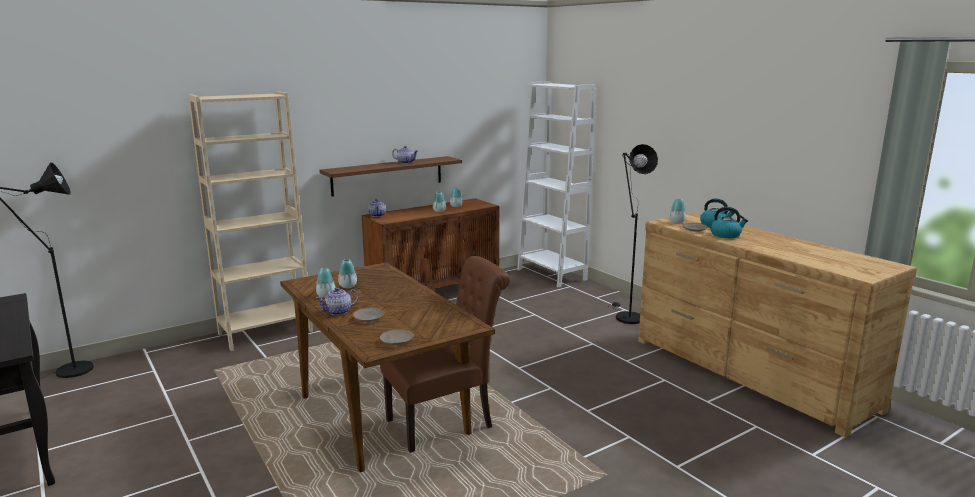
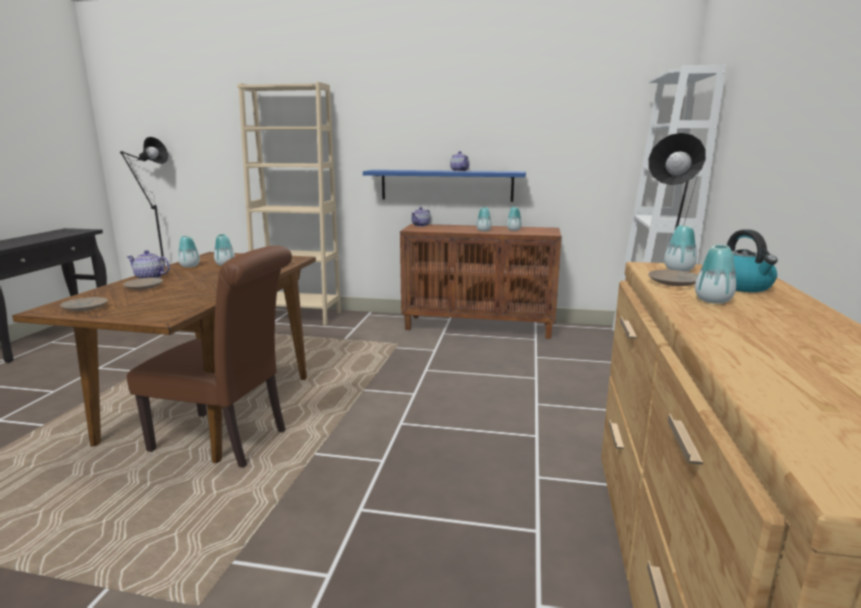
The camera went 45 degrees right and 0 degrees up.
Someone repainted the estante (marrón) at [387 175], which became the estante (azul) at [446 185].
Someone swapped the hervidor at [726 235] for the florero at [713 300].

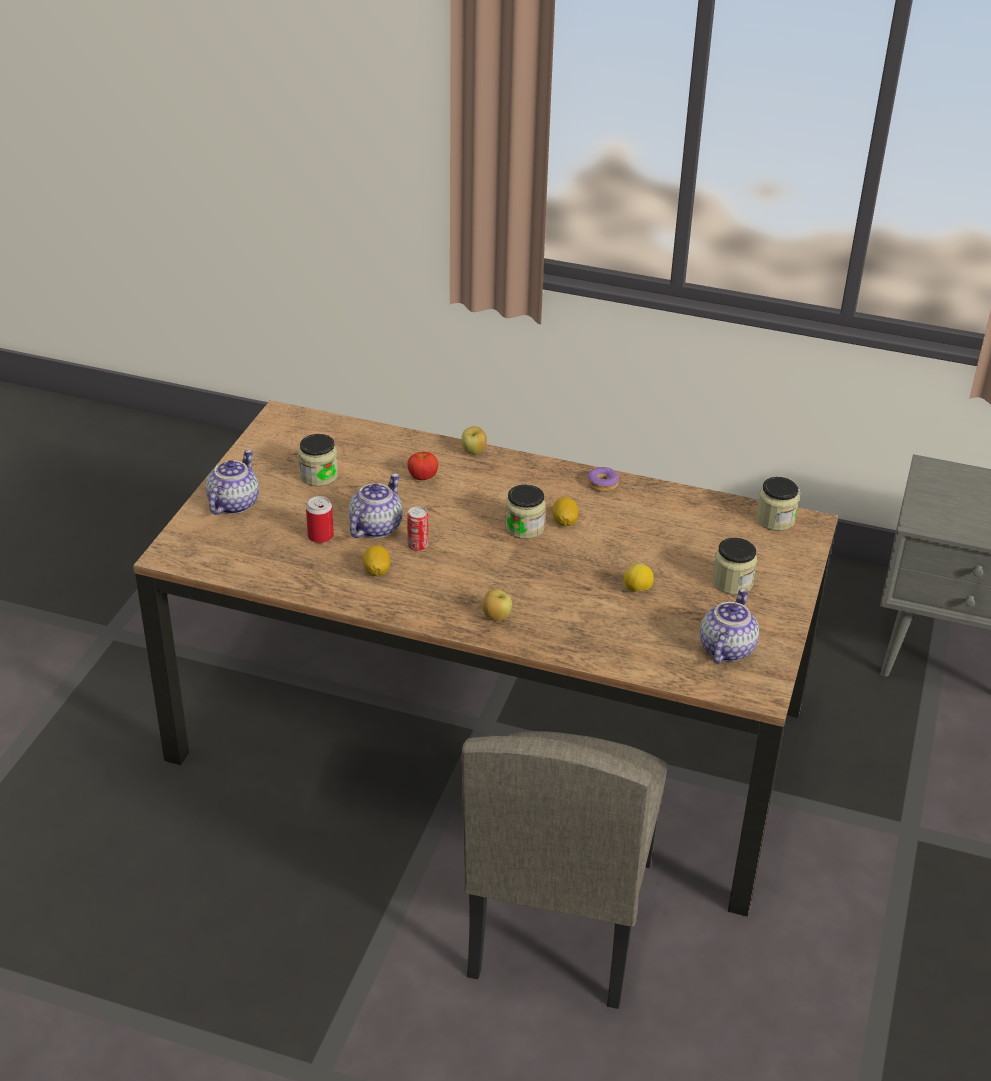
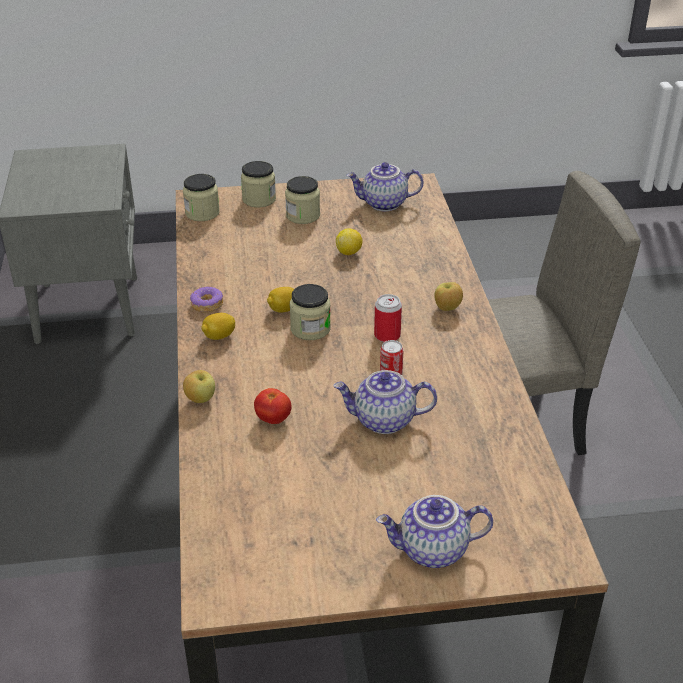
The camera went 115 degrees left and 0 degrees up.
Someone carried the tarro from [319 476] to [259 199].
Someone carried the lata from [320 536] to [387 335].
Someone carried the limón from [376 571] to [219 336].

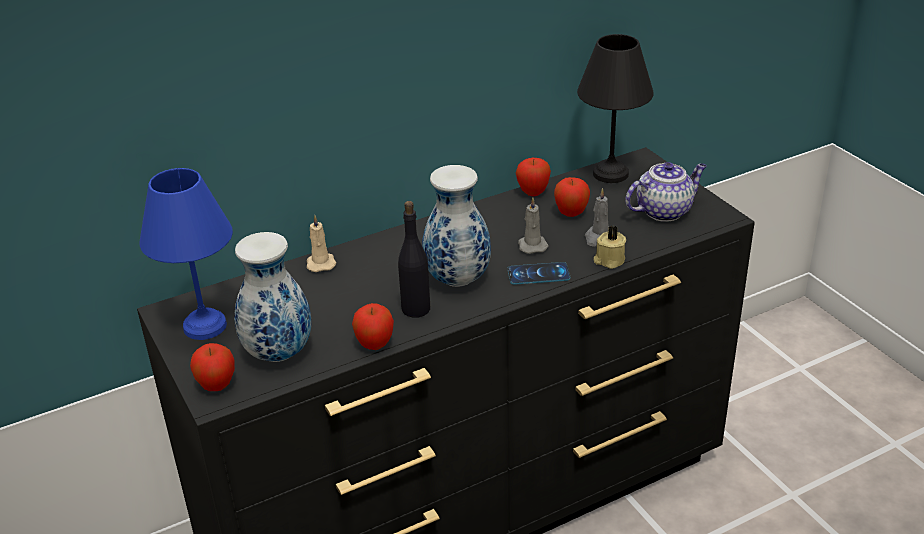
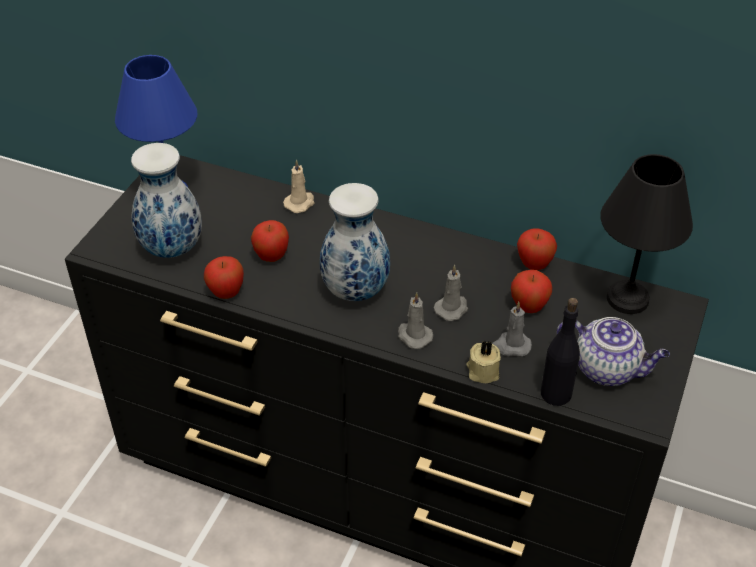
The camera went 50 degrees right and 10 degrees up.
Someone carried the manzana from [217 386] to [271 257].
Someone carried the botella (negro) from [415 309] to [556 393].
Someone swapped the móvil at [538 274] for the vela (gris) at [413 336].

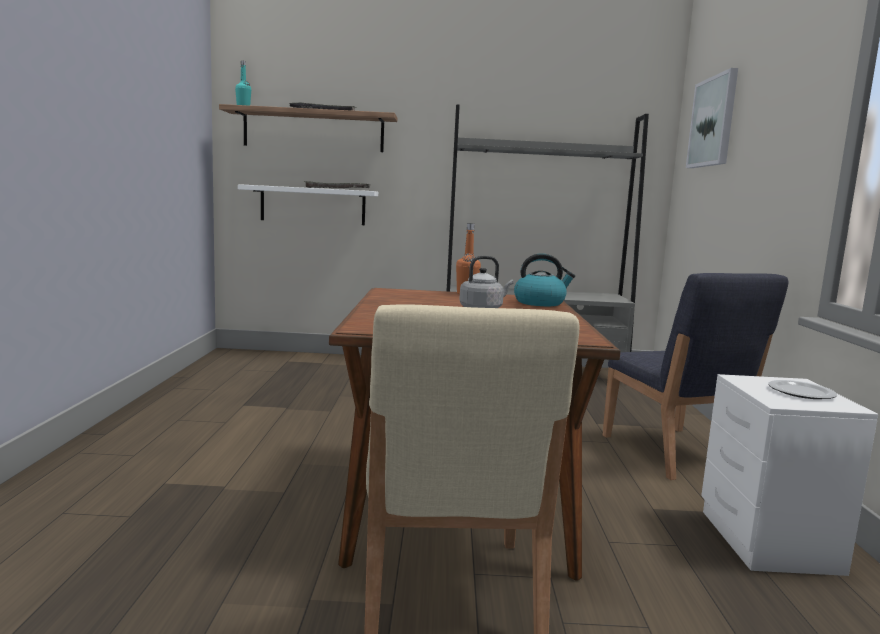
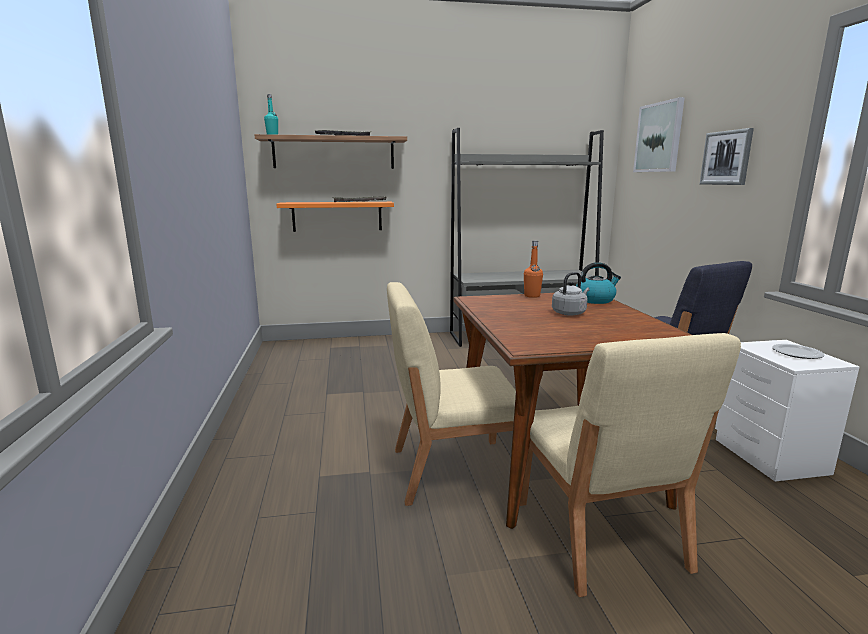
The camera went 10 degrees left and 5 degrees up.
Someone repainted the estante (blanco) at [313 205], which became the estante (naranja) at [337 216].
Someone put down the silla (beis) at [452 469].
Someone put up the cuadro at [726 158].

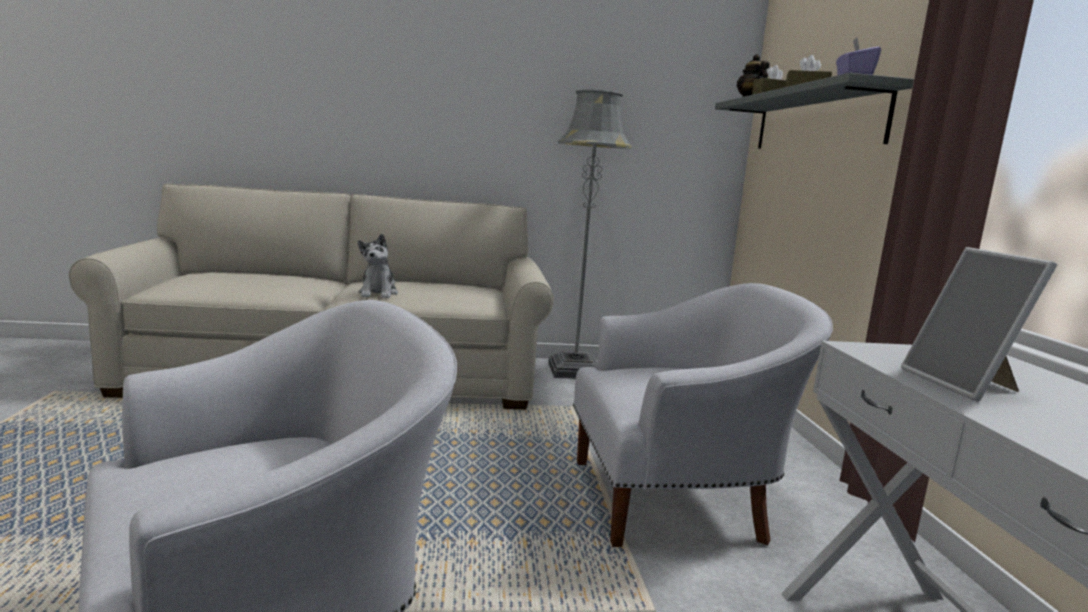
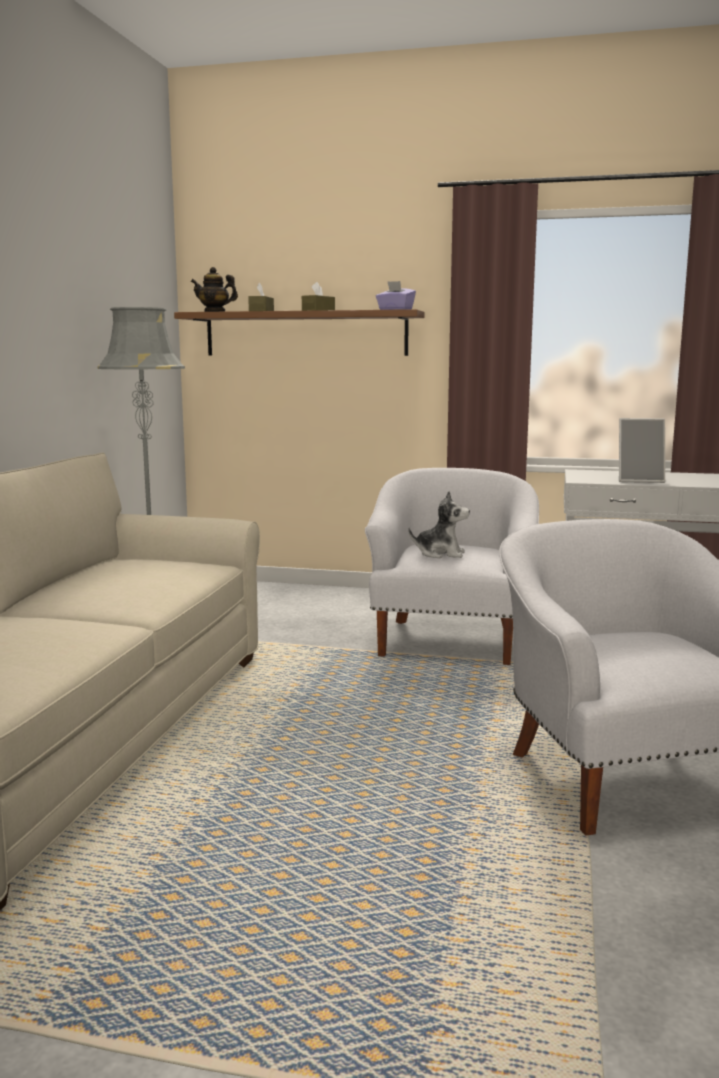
The camera went 70 degrees left and 0 degrees up.
Someone carried the peluche from [378 293] to [440 554].
Someone repainted the estante (gris) at [815 121], which became the estante (marrón) at [305 334].

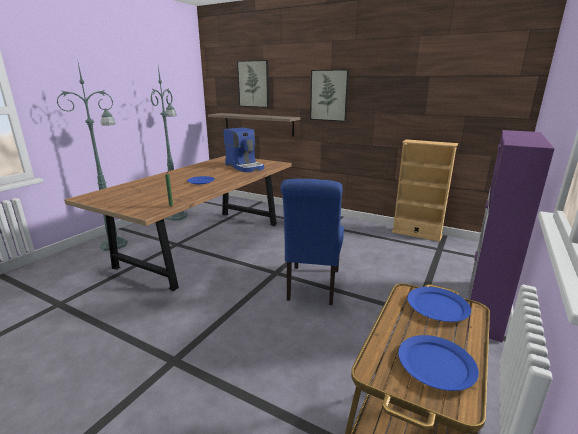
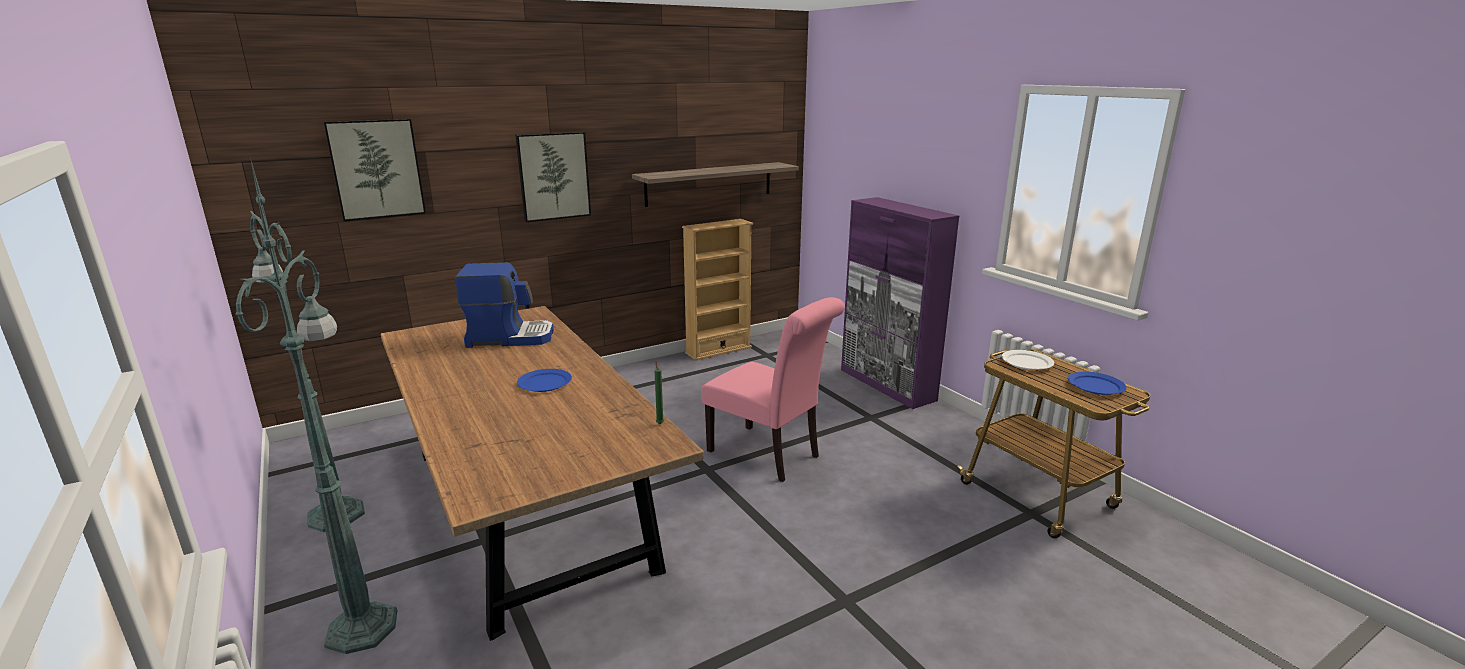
The camera went 60 degrees left and 0 degrees up.
Someone carried the estante from [258 124] to [709 184].
Someone repainted the silla (azul) at [312 287], which became the silla (rosa) at [769 455].
Someone repainted the plato (azul) at [438 306], which became the plato (blanco) at [1027 362].

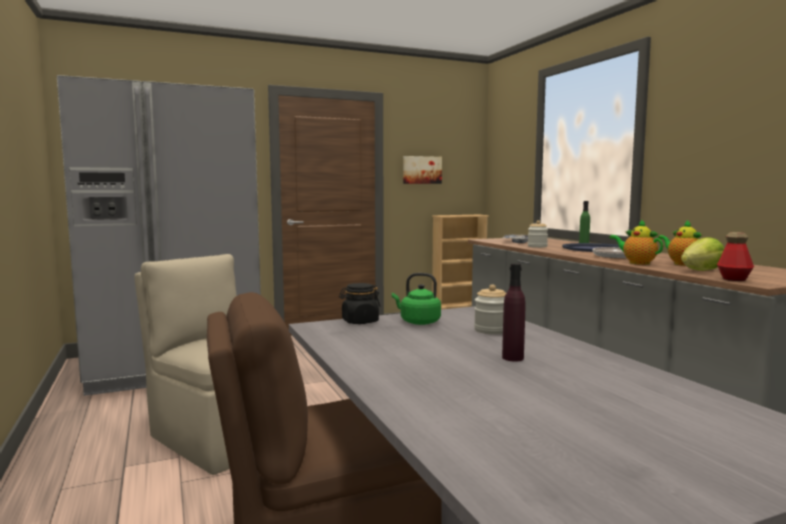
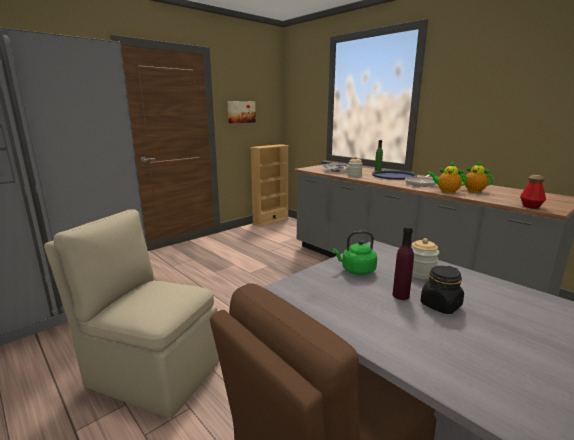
The camera went 20 degrees left and 10 degrees up.
Someone carried the tarro (negro) from [359 321] to [440 305].
Someone carried the botella (morado) from [512 358] to [400 295].
Someone took away the lechuga at [701 271].

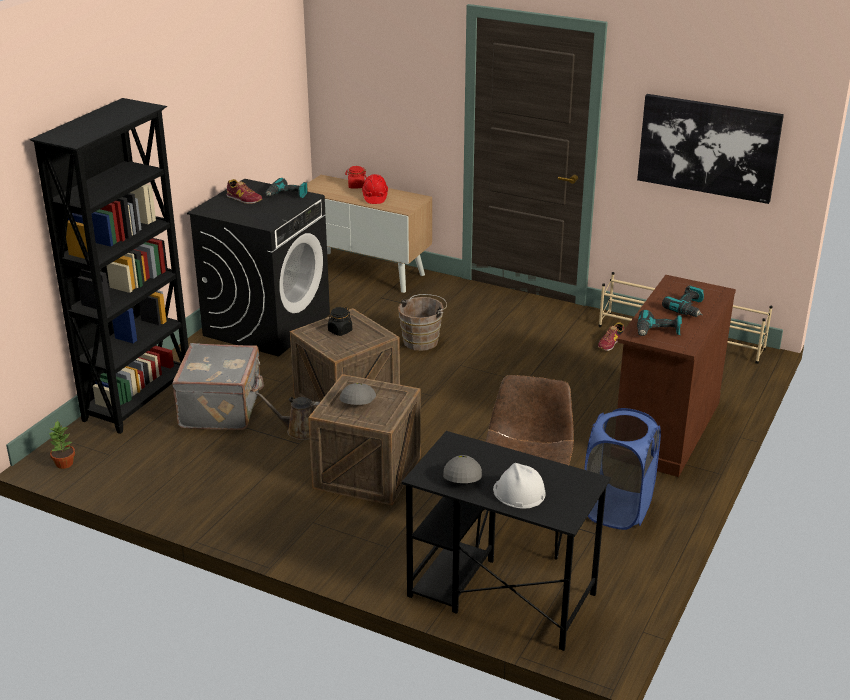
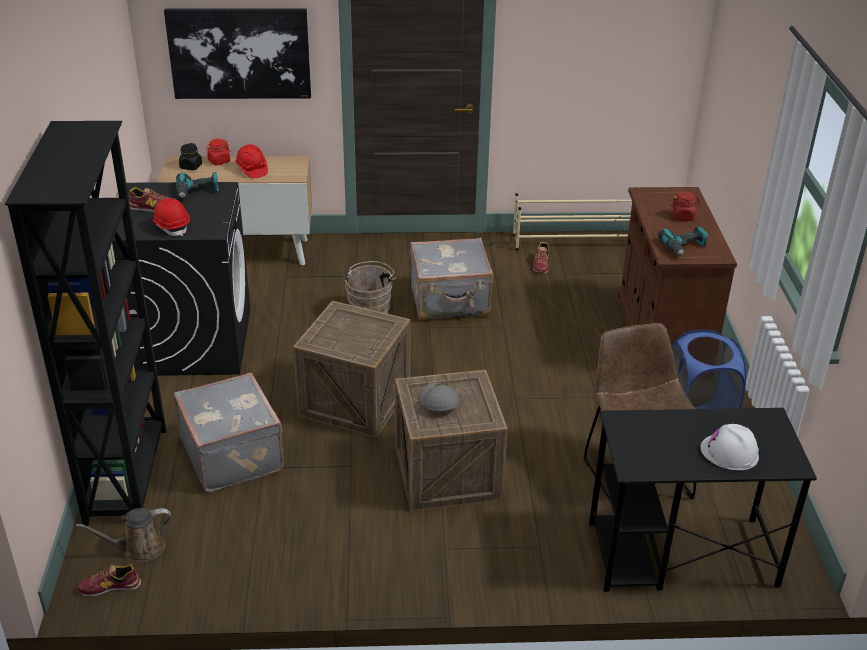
The camera went 30 degrees left and 5 degrees up.
Someone swapped the planta en maceta at [64 464] for the zapato at [110 586].
Someone carried the regadera (marrón) from [299 431] to [139 548].
Someone carried the tarro (negro) from [340 331] to [191 166].
Someone took away the gorra (gris) at [461 475].
Someone carried the cuadro from [708 147] to [239 53].
Someone swapped the taladro at [688 308] for the tarro (rojo) at [683 217].
Someone put down the casco (rojo) at [171 226].
Someone put down the maleta (gris) at [450 302].

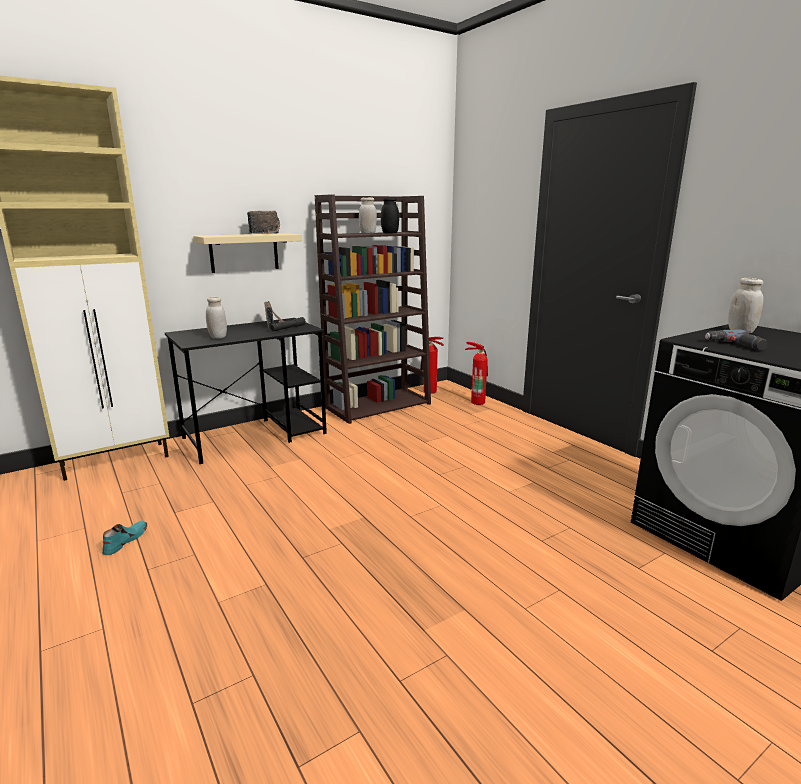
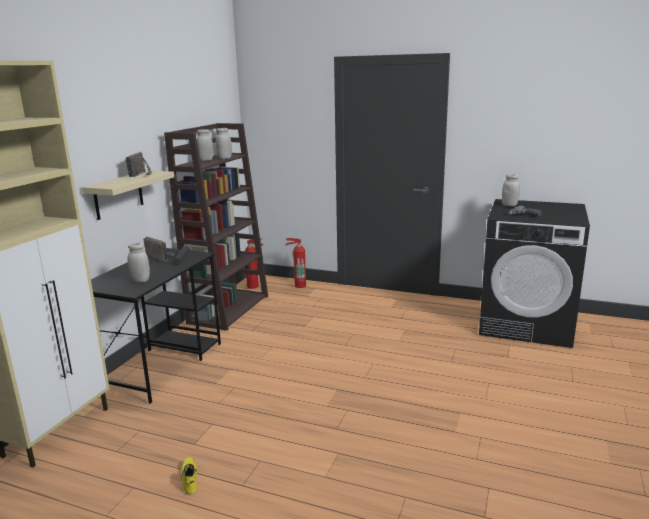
The camera went 35 degrees left and 0 degrees up.
Someone repainted the zapato (turquesa) at [125 541], which became the zapato (amarillo) at [189 478].
Someone repainted the tarro (negro) at [390 233], which became the tarro (blanco) at [224 158].

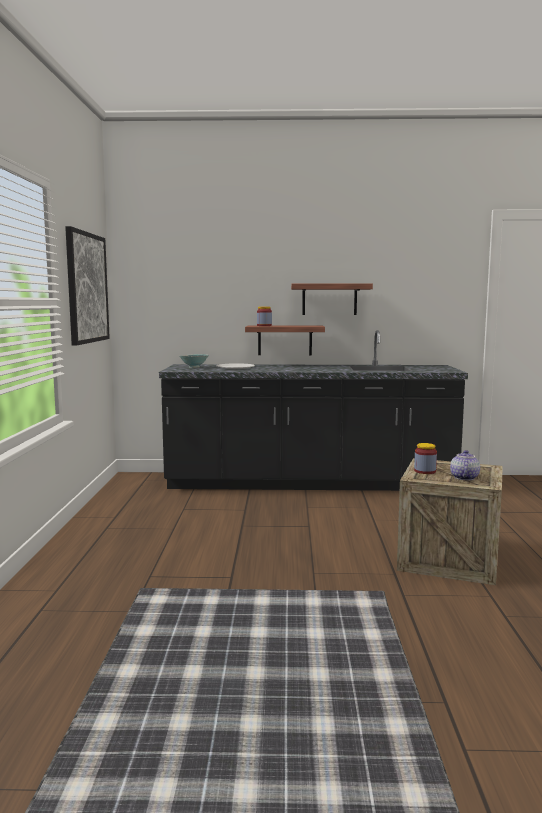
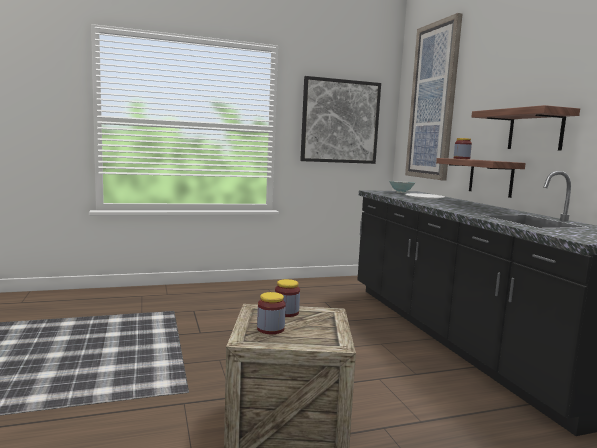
The camera went 70 degrees right and 0 degrees up.
Someone swapped the tetera at [463 477] for the tarro at [270 329].
Someone put up the cuadro at [433 102].

